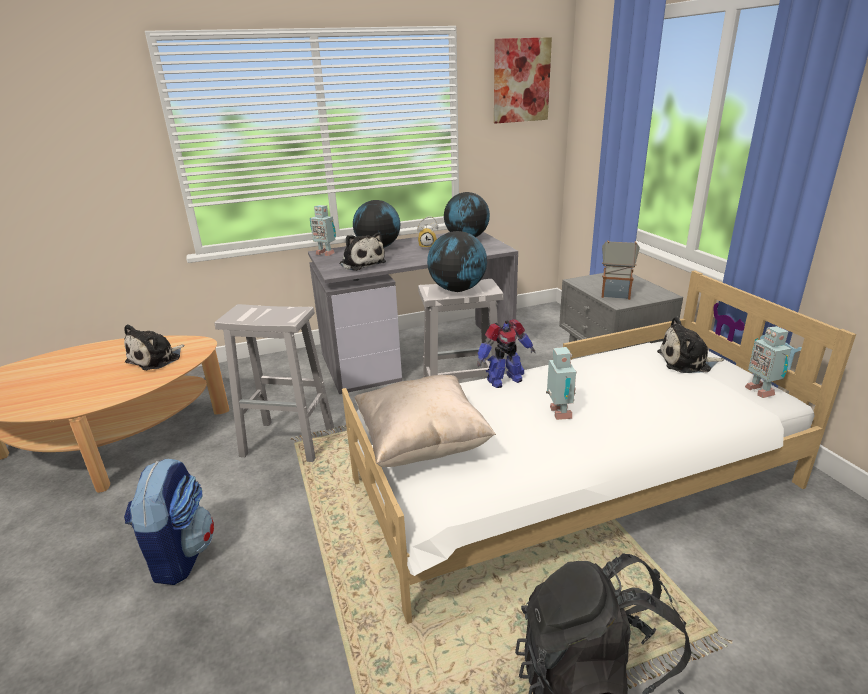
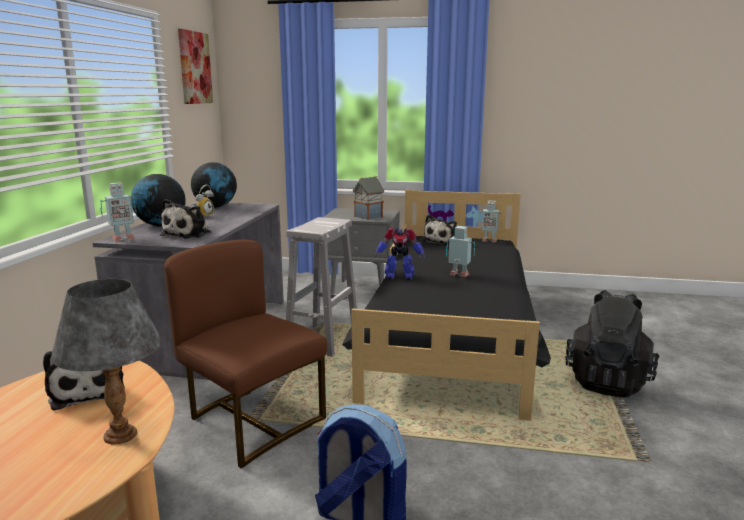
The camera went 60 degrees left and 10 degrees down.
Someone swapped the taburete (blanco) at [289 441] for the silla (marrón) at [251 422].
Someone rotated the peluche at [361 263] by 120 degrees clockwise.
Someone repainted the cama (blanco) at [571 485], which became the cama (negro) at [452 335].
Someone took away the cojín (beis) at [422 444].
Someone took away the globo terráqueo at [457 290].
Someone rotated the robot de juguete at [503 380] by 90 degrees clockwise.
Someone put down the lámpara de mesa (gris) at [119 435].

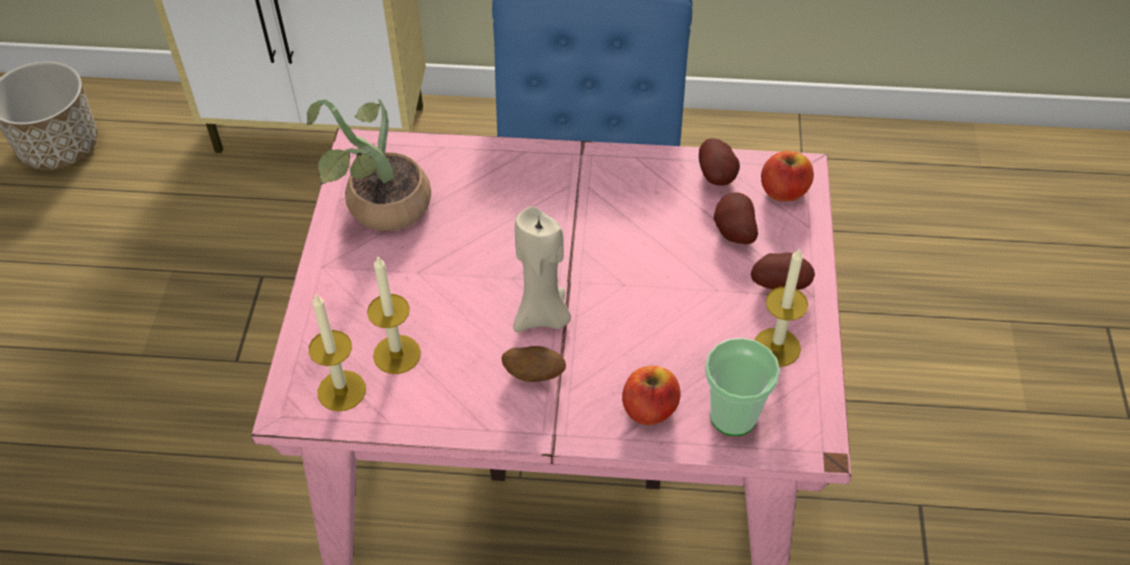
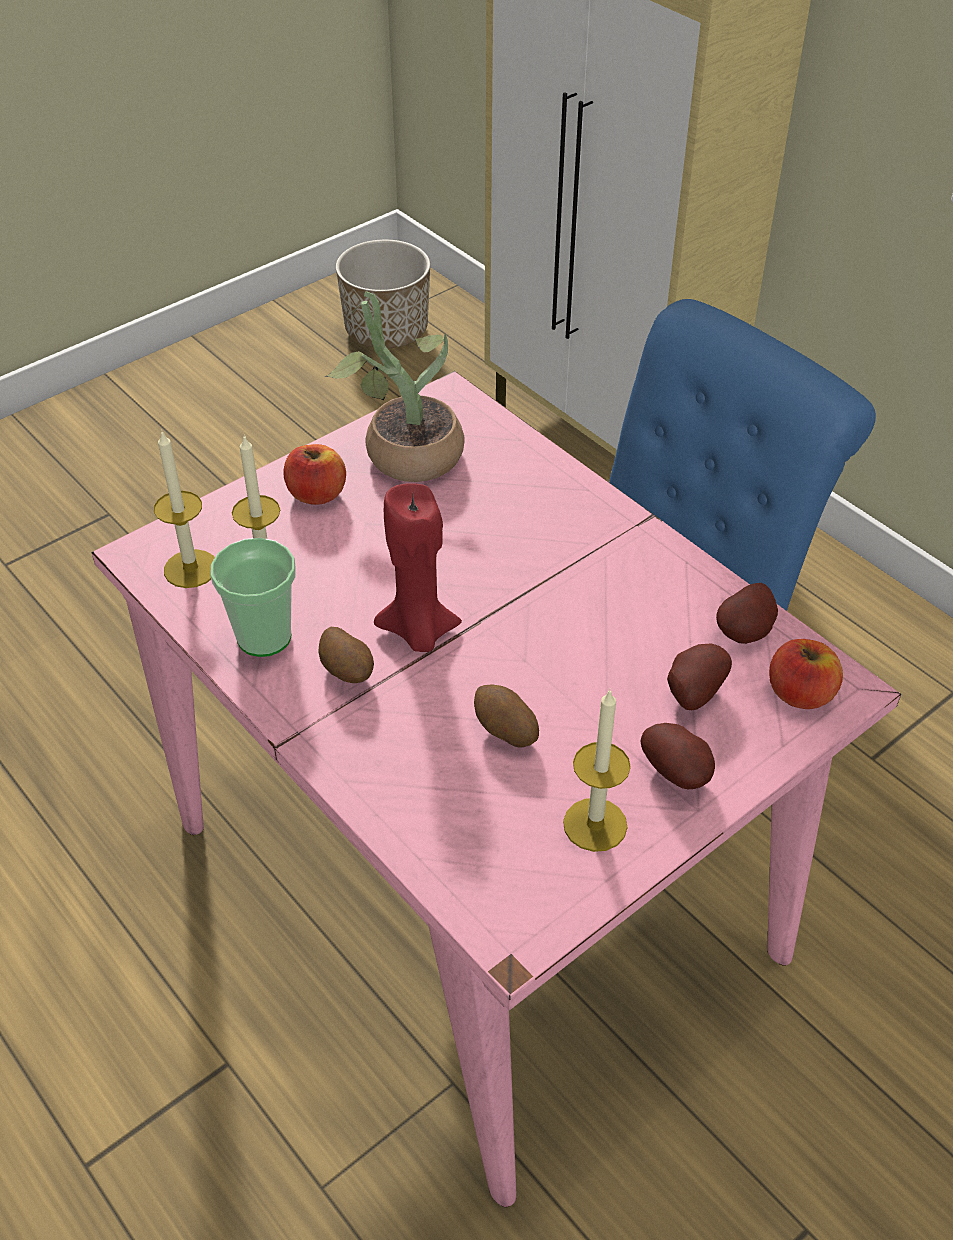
The camera went 45 degrees right and 5 degrees down.
Someone repainted the vela (beis) at [543 316], which became the vela (rojo) at [418 632].
Someone carried the manzana from [649 409] to [317 494].
Someone carried the taza from [733 416] to [264 637].
Someone put down the patata at [505 732].

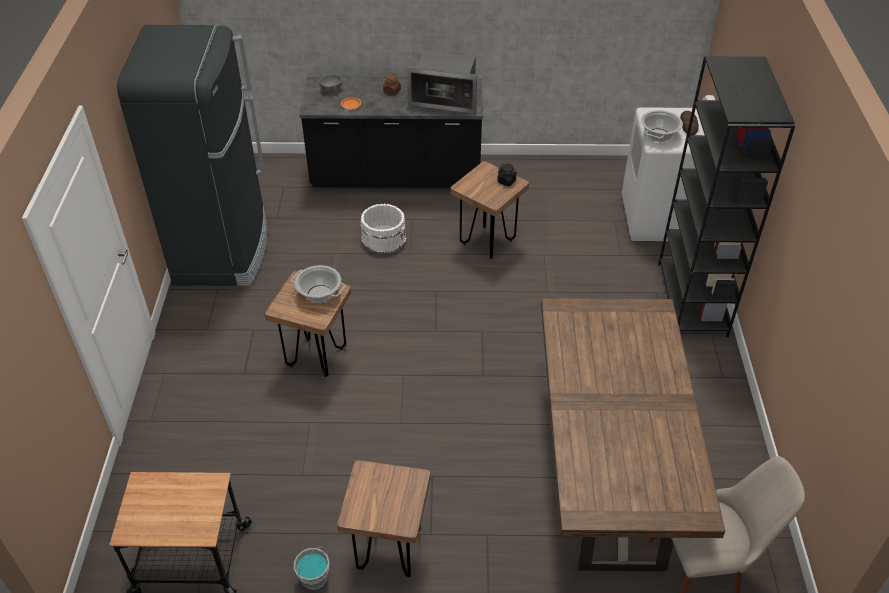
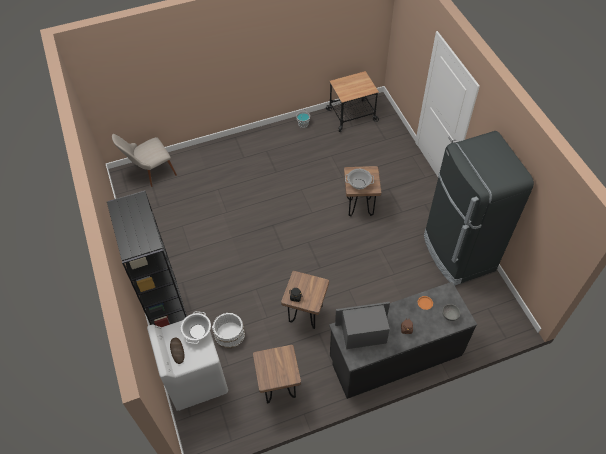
The camera went 160 degrees right and 10 degrees up.
Someone carried the taburete (marrón) from [389 552] to [279 388].
Someone carried the cubo (blanco) from [384 238] to [229 334].
Someone took away the mesa de comedor (marrón) at [609 470].

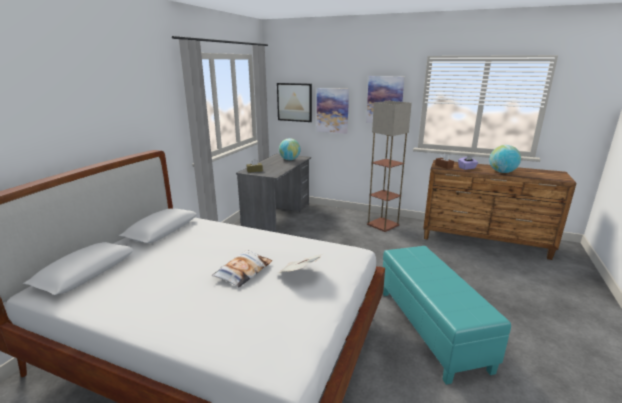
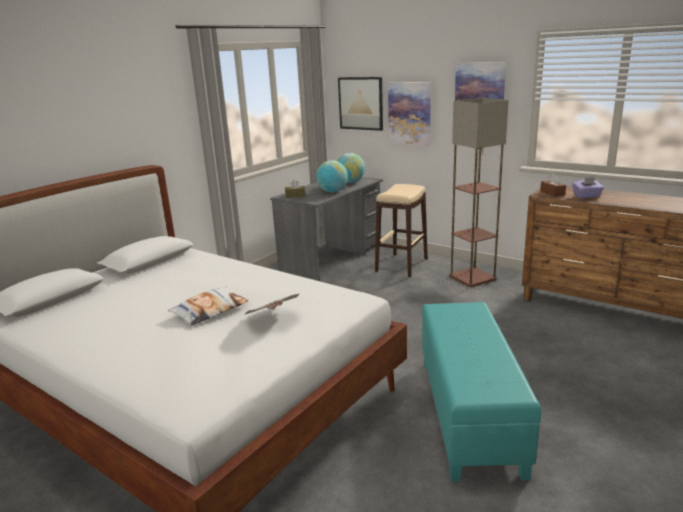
The camera went 15 degrees right and 0 degrees up.
Someone carried the globo terráqueo from [502 172] to [332 191].
Someone put down the taburete (beis) at [401 265].

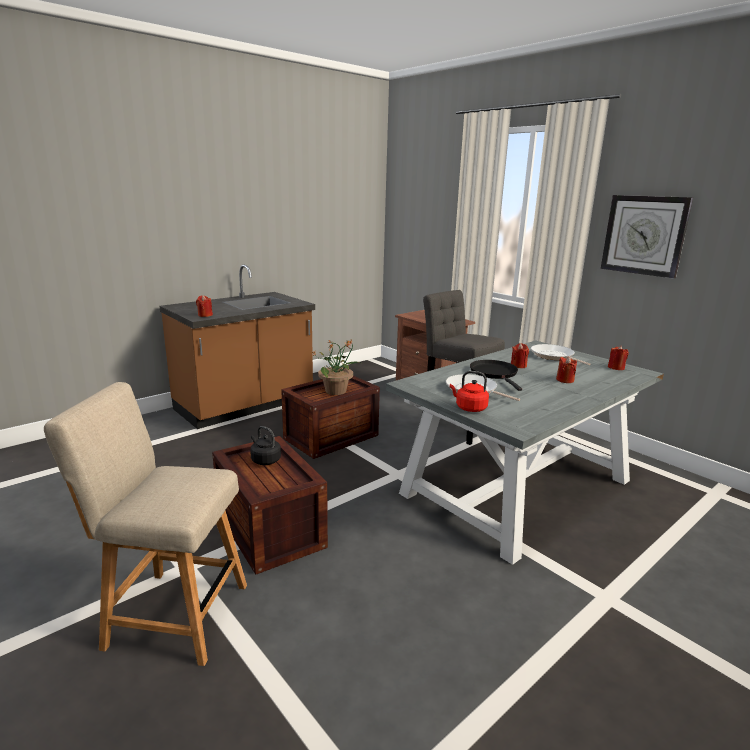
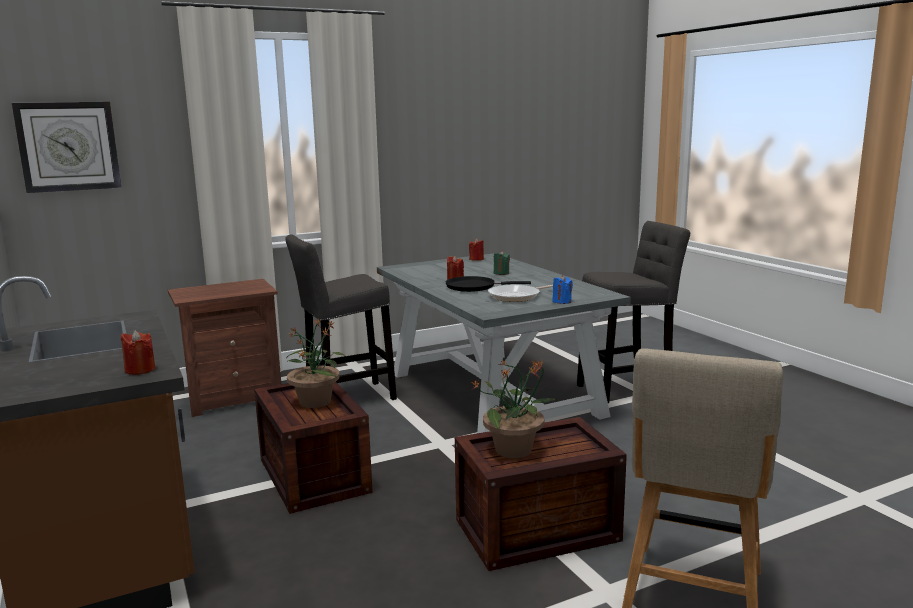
The camera went 75 degrees left and 5 degrees down.
Someone swapped the hervidor (negro) at [265 460] for the planta en maceta at [514 450].
Someone swapped the hervidor (rojo) at [469 408] for the vela (azul) at [562 301].
Someone took away the sartén at [554 356].
Someone repainted the vela (rojo) at [565 380], which became the vela (verde) at [501 273].
Someone carried the reloj de pared from [644 235] to [68 146].
Someone put down the taburete (gris) at [628 388].

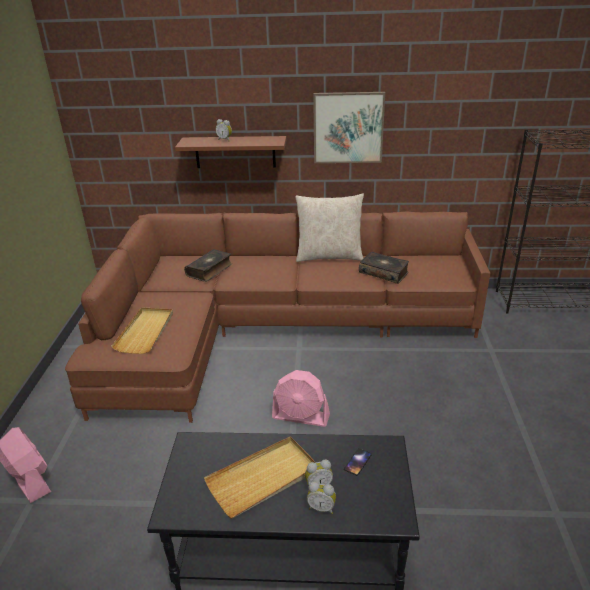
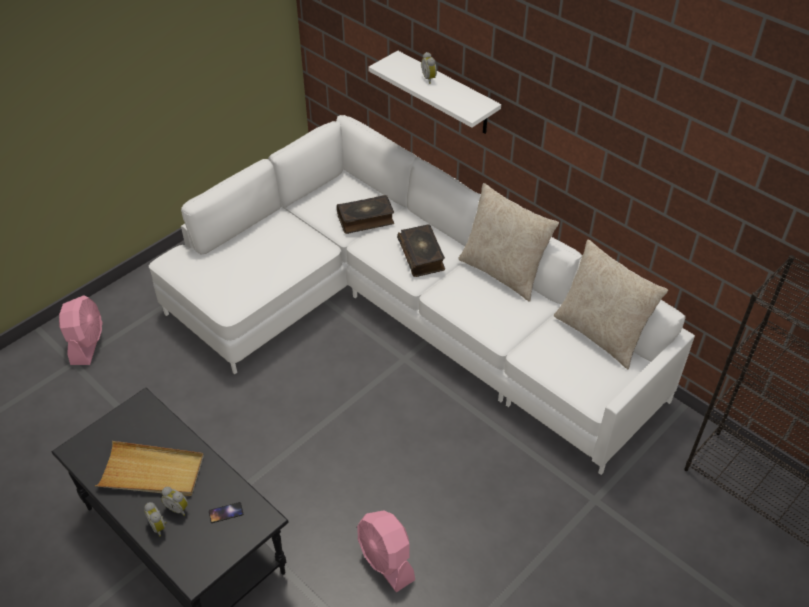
The camera went 40 degrees right and 15 degrees up.
Someone repainted the sofá (marrón) at [268 328], which became the sofá (blanco) at [404 314].
Someone took away the bandeja (beis) at [145 332].
Someone repainted the estante (marrón) at [235 152], which became the estante (blanco) at [447 94].
Someone carried the ventilador (rosa) from [301 416] to [386 560].
Someone took away the cuadro at [348 127].
Someone carried the libro from [384 272] to [422 256].
Someone put down the cojín (beis) at [600 334].

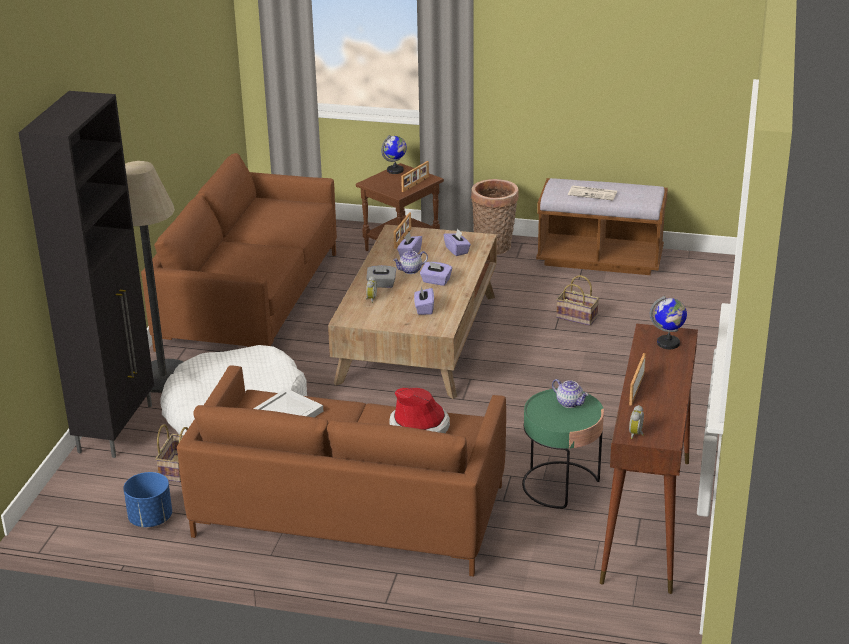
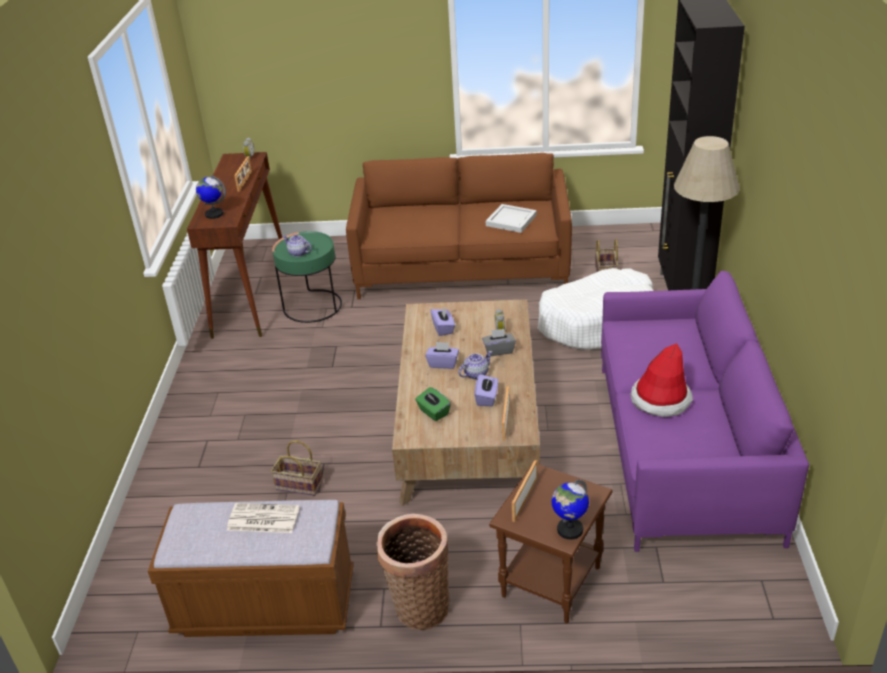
The camera went 170 degrees right and 5 degrees up.
Someone took away the maceta (azul) at [150 519].
Someone repainted the sofá (marrón) at [251 300], which became the sofá (morado) at [683 449].
Someone carried the sombrero from [419 426] to [660 400].
Someone repainted the caja de pañuelos (morado) at [457 250], which became the caja de pañuelos (verde) at [433 412].

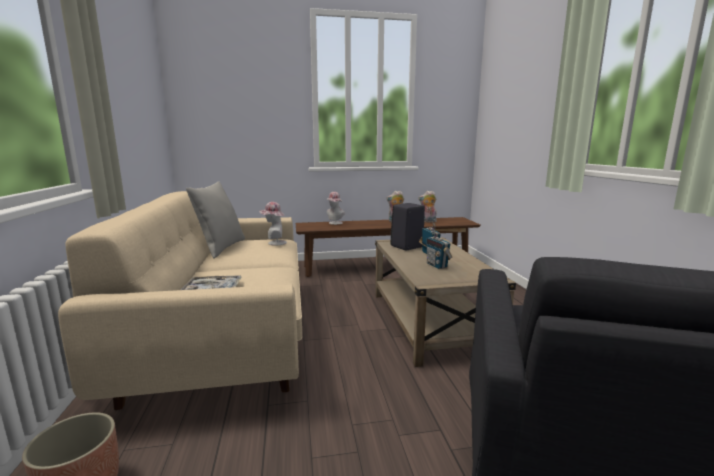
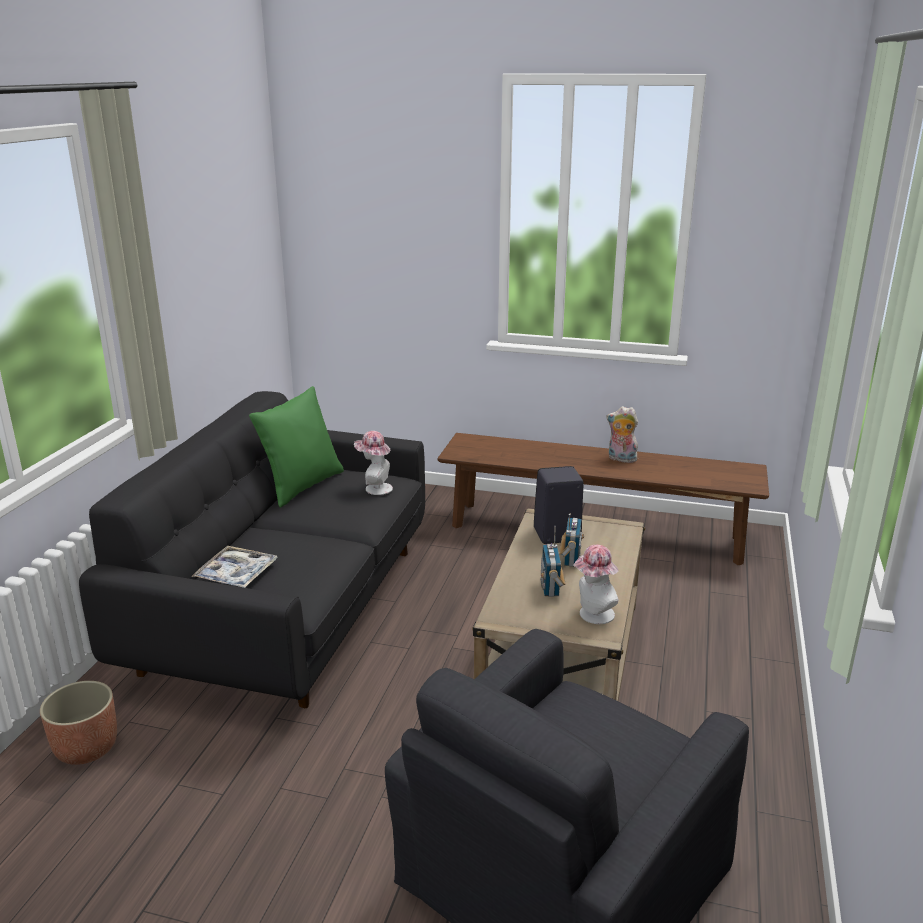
The camera went 25 degrees right and 10 degrees up.
Someone repainted the sofá (beis) at [227 334], which became the sofá (negro) at [288 608].
Someone repainted the cojín (gris) at [221 248], which became the cojín (verde) at [302 486].
Someone carried the sombrero from [334 223] to [593 615].
Someone took away the peluche at [427 221].

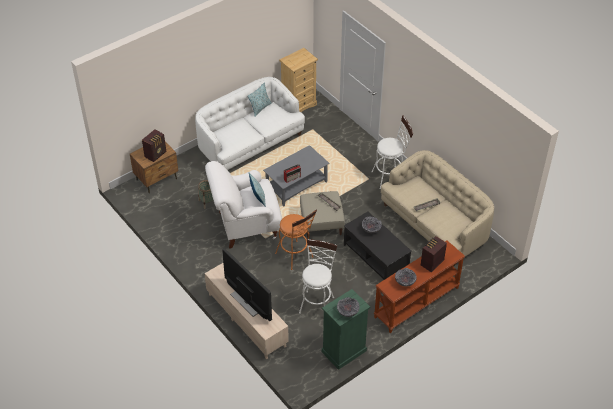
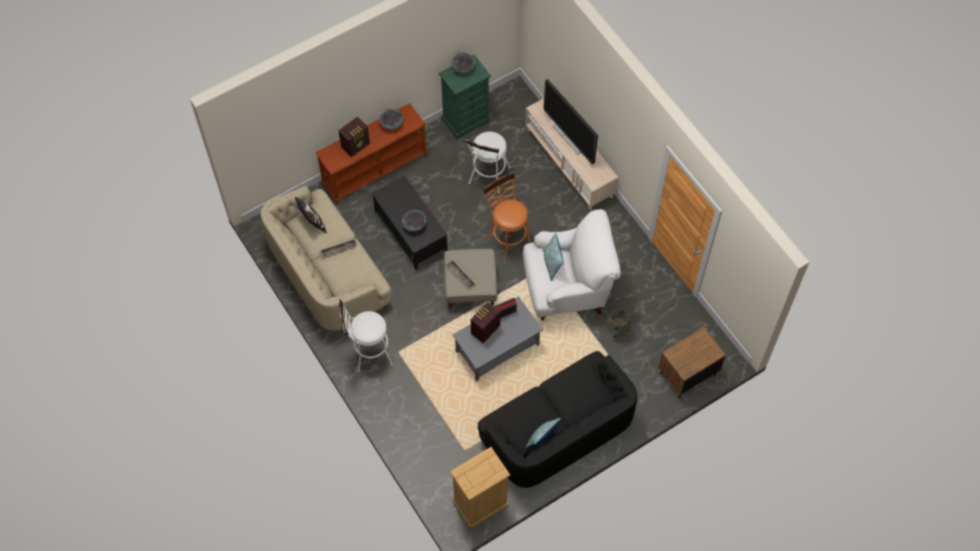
The camera went 175 degrees left and 15 degrees up.
Someone carried the radio from [156 154] to [484 330].
Someone repainted the sofá (blanco) at [250 143], which became the sofá (negro) at [558 431].
Someone put down the cojín at [312 223].

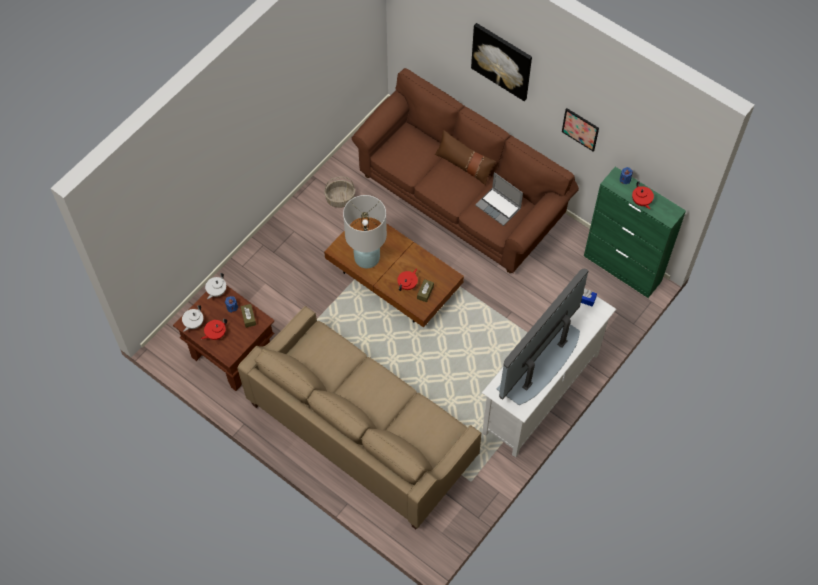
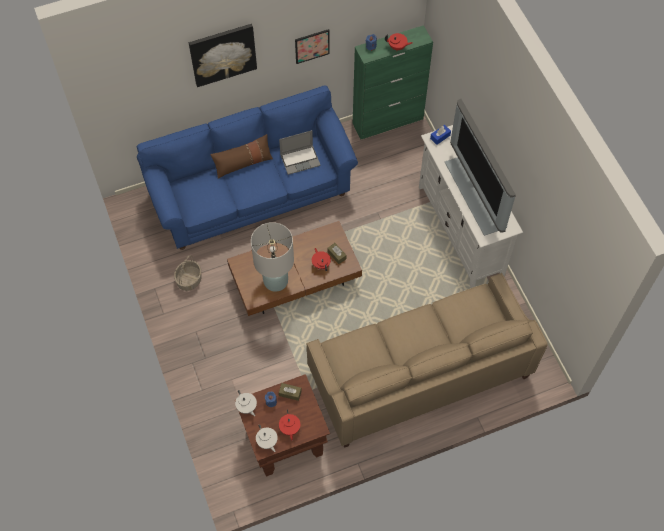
The camera went 60 degrees left and 0 degrees up.
Someone repainted the sofá (marrón) at [461 198], which became the sofá (azul) at [251 192].

